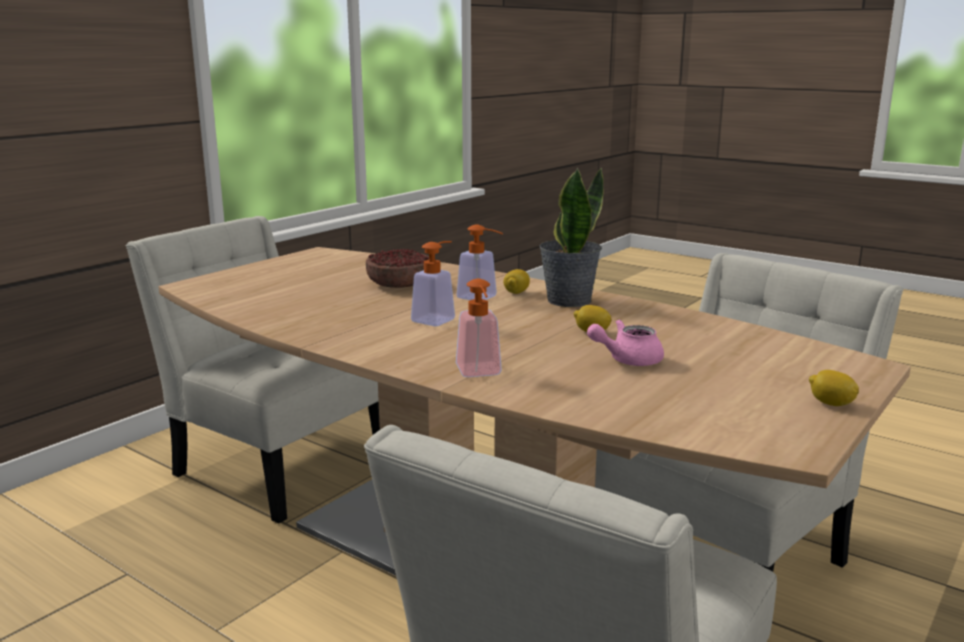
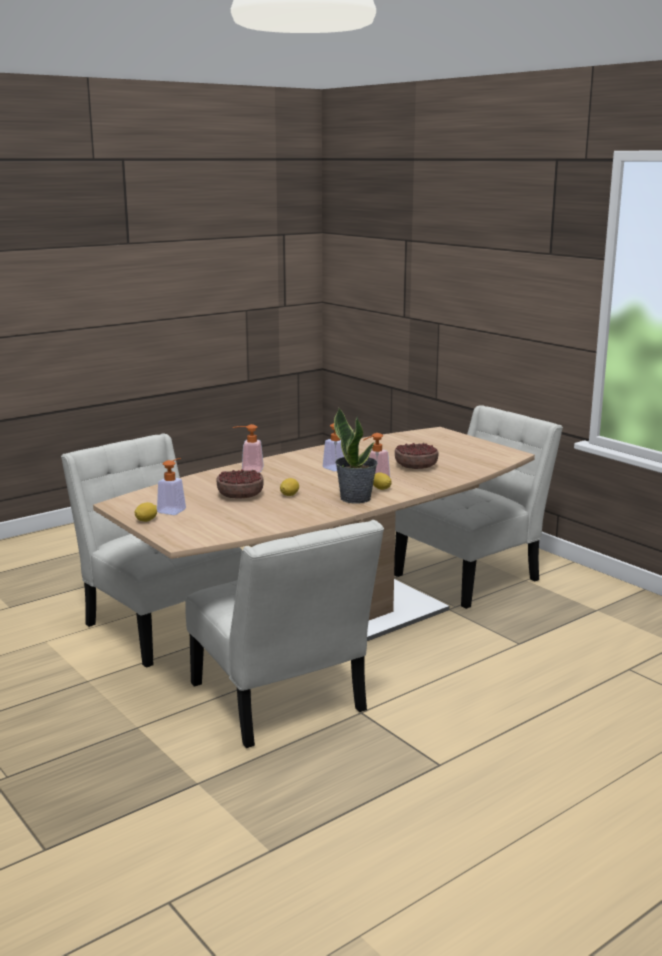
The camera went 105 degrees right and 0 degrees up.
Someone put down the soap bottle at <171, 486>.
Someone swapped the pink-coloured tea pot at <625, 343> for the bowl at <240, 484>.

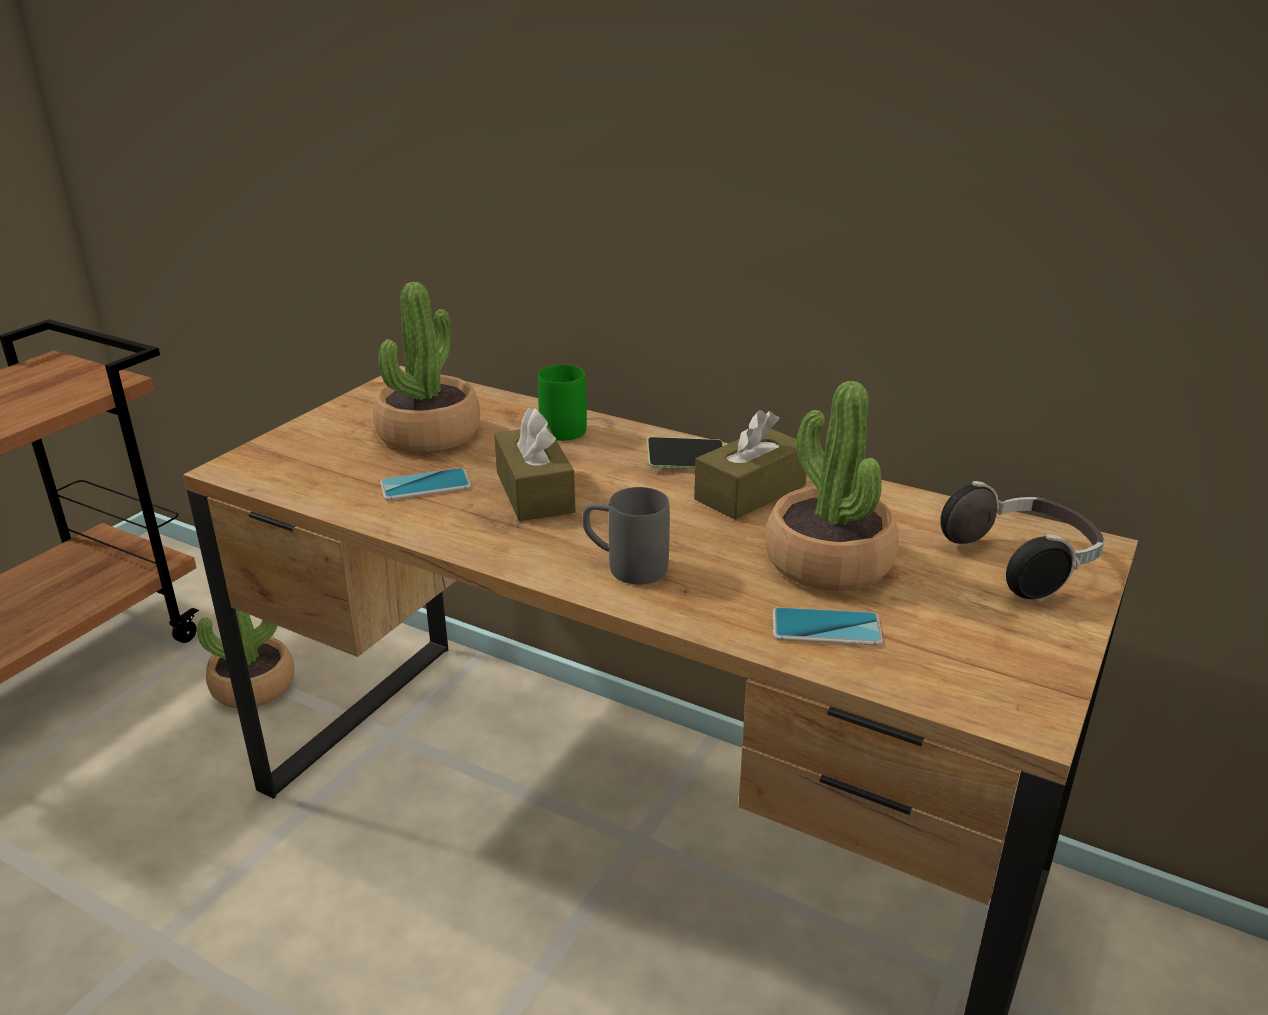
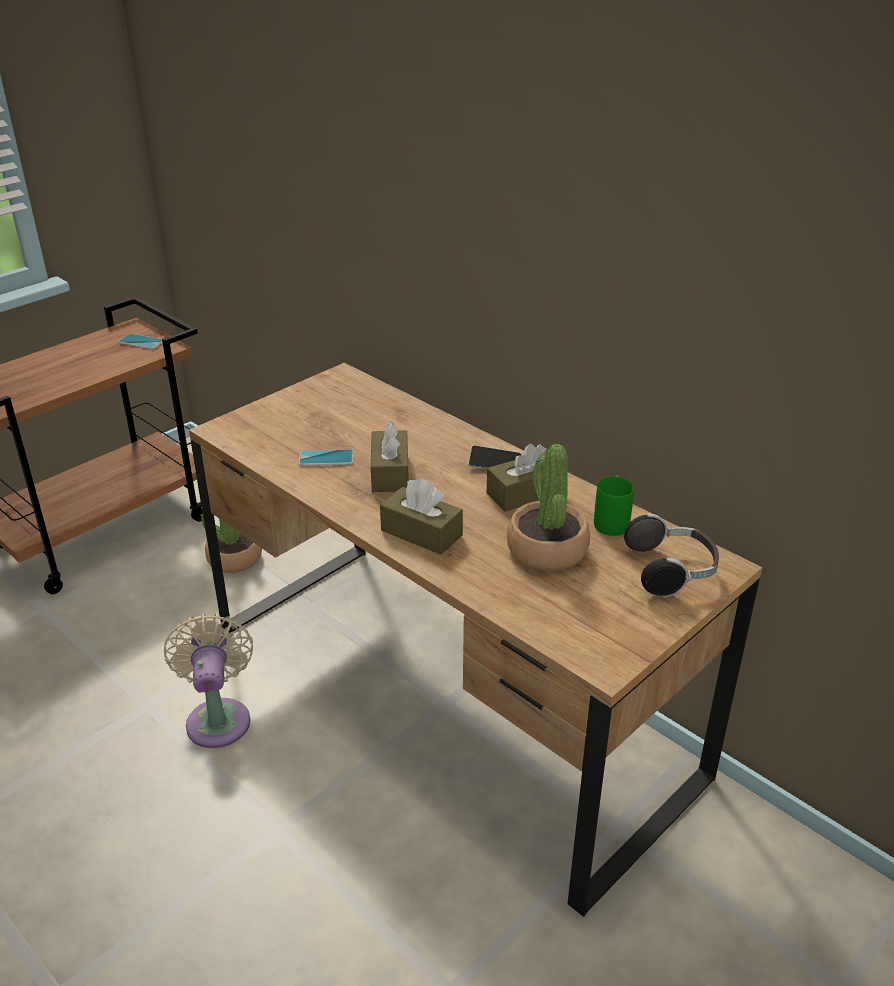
The camera went 15 degrees right and 5 degrees up.
Someone took away the houseplant at <426, 367>.
Someone put down the sand-coloured cooling fan at <208, 680>.
Someone carried the green-coloured coffee mug from <562, 403> to <614, 505>.
Someone carried the phone from <828, 626> to <140, 341>.
Someone swapped the gray coffee mug at <626, 535> for the brownish box of tissues at <421, 517>.

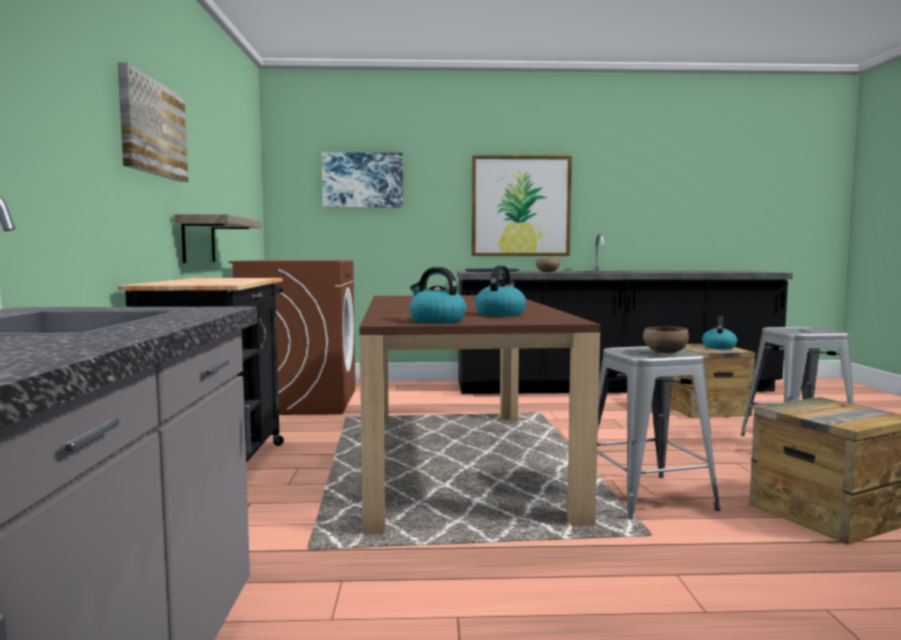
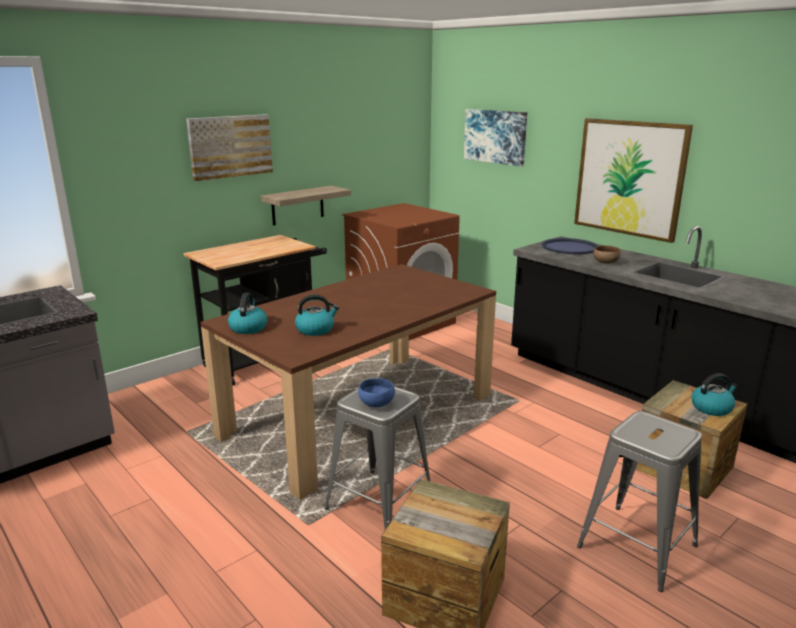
The camera went 50 degrees right and 15 degrees up.
Someone repainted the brownish bowl at <666, 339>, which became the bluish bowl at <376, 392>.

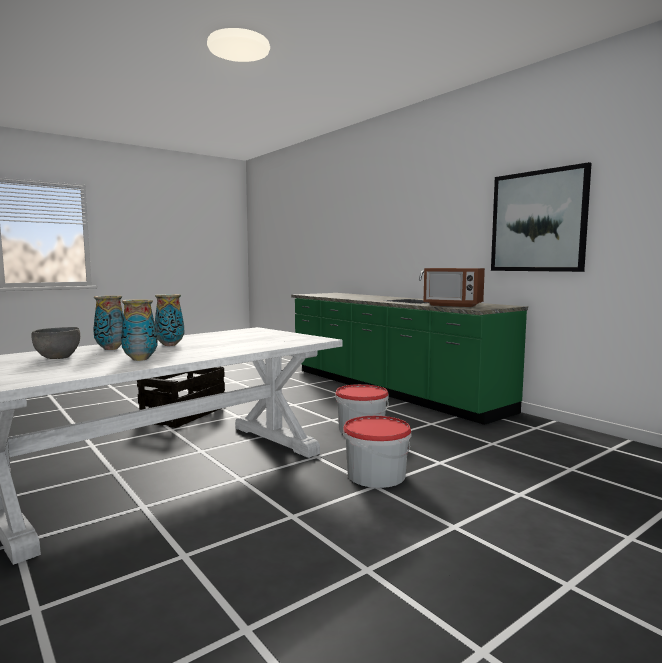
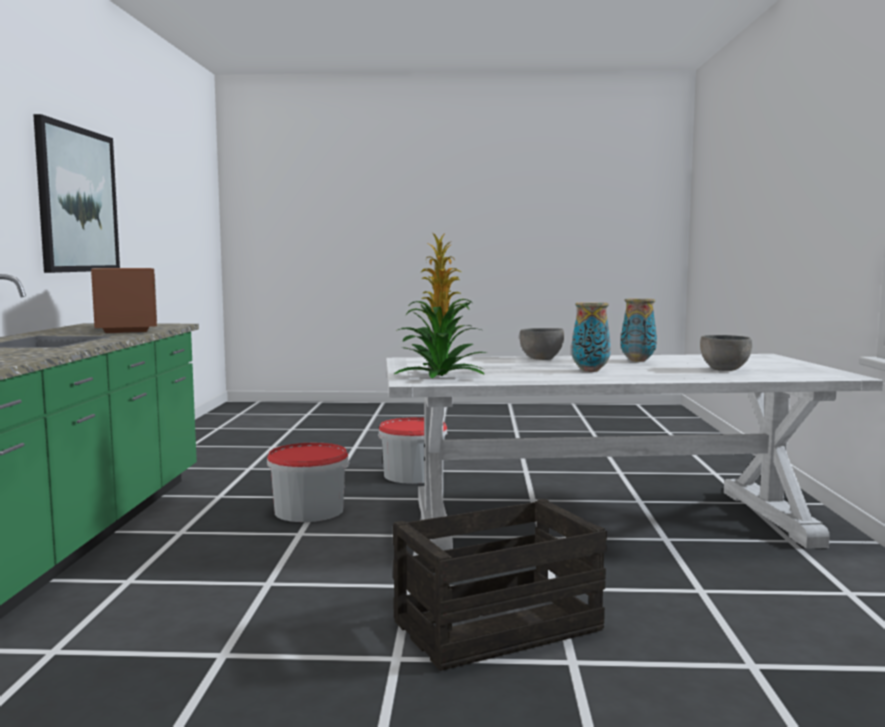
The camera went 140 degrees left and 0 degrees up.
Someone took away the vase at <108, 322>.
Someone put down the houseplant at <440, 306>.
Someone put down the gray bowl at <541, 344>.

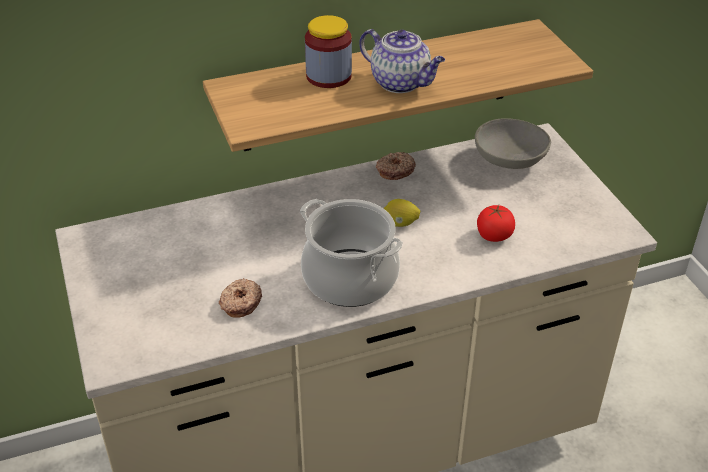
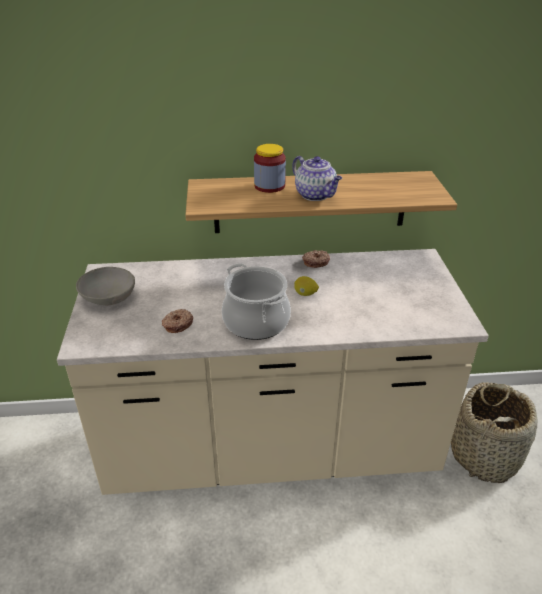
The camera went 15 degrees right and 5 degrees down.
Someone took away the fresh tomato at <496, 223>.
Someone put down the basket at <494, 432>.
Someone carried the gray bowl from <513, 143> to <105, 286>.

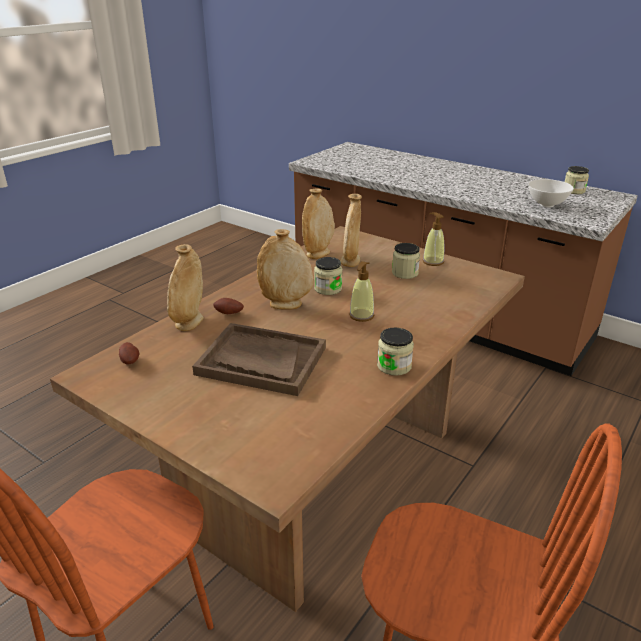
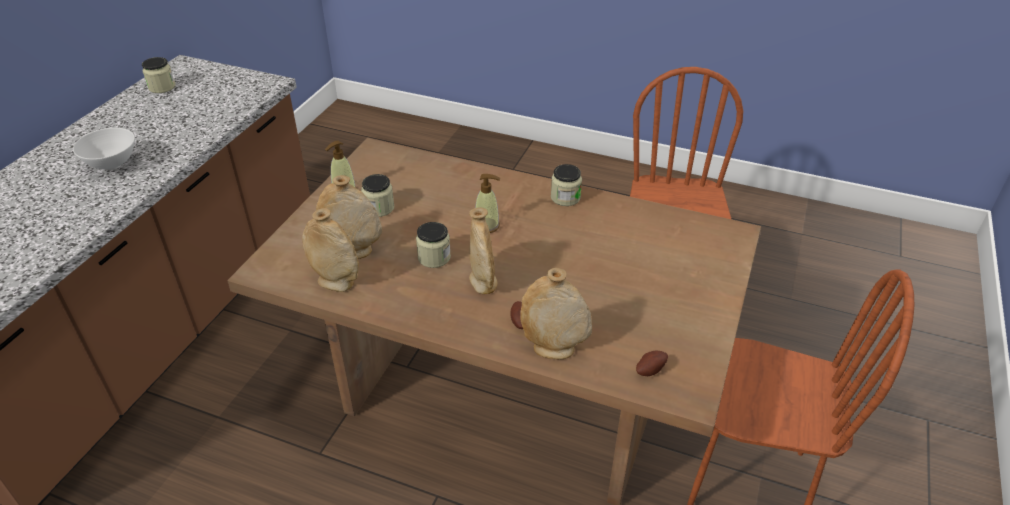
The camera went 105 degrees left and 10 degrees up.
Someone took away the brownish tray at <259, 359>.
Someone carried the whitish bowl from <551, 193> to <104, 149>.

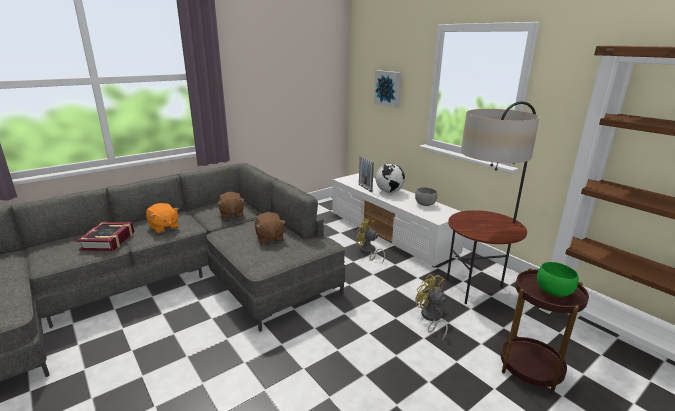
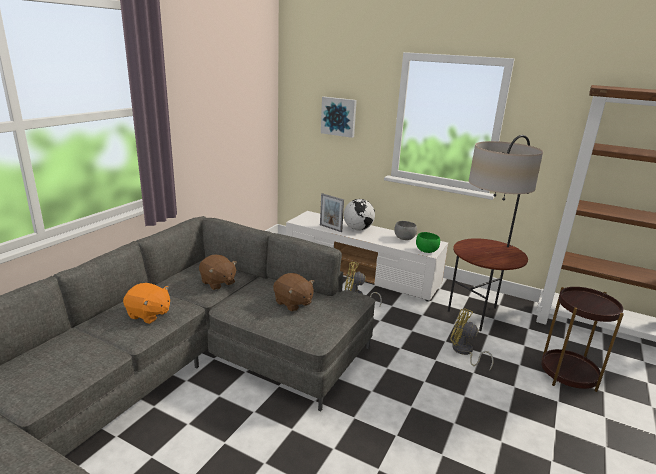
The camera went 25 degrees left and 0 degrees up.
Someone took away the volume at <105, 236>.
Someone carried the green-coloured bowl from <558, 279> to <428, 242>.

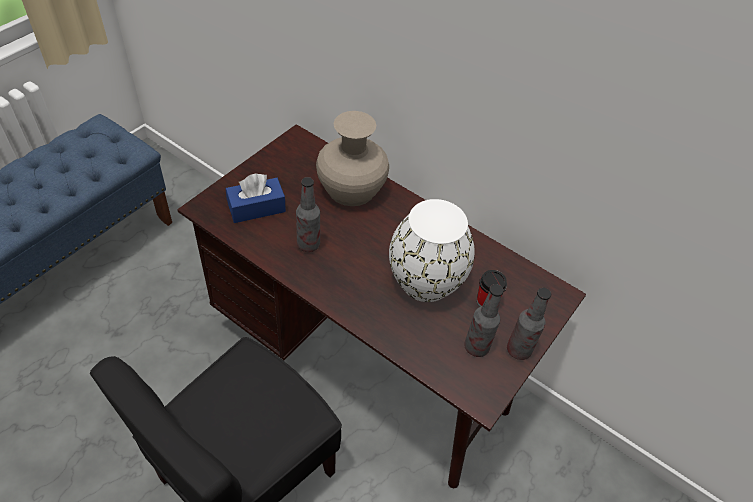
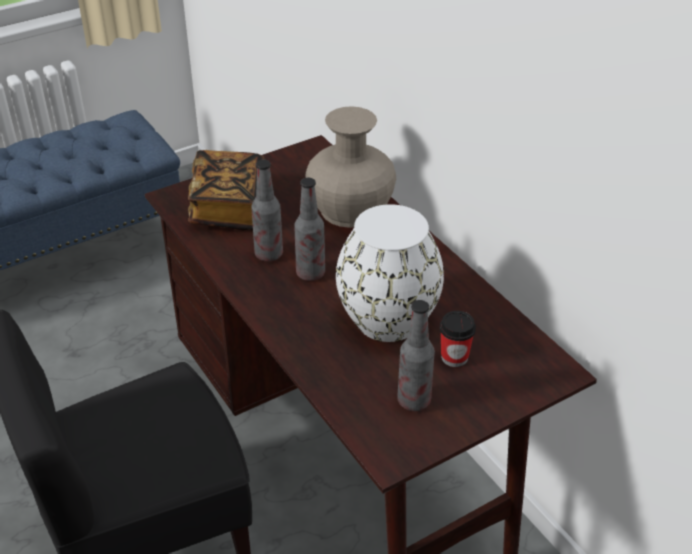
The camera went 25 degrees right and 10 degrees down.
Someone carried the beverage bottle from <529, 324> to <309, 229>.
Someone swapped the bluish box of tissues at <256, 198> for the volume at <227, 190>.

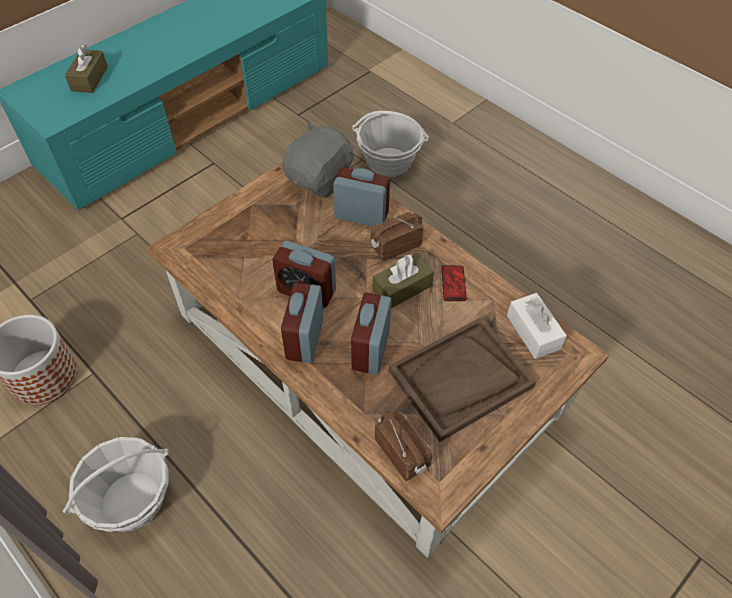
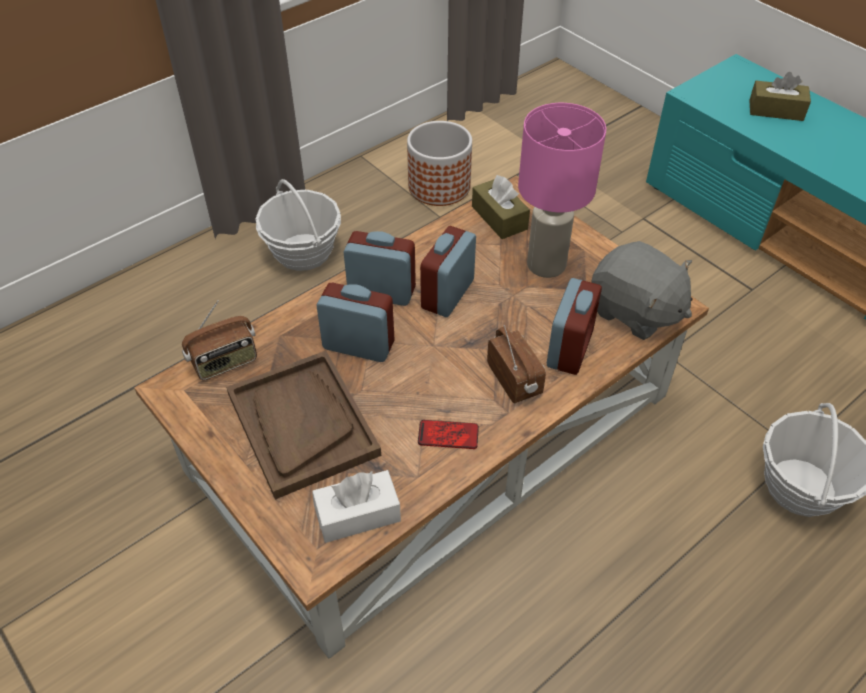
The camera went 95 degrees right and 5 degrees down.
Someone put down the pink-coloured lamp for a table at <562, 190>.
Someone carried the brownish box of tissues from <403, 280> to <501, 207>.

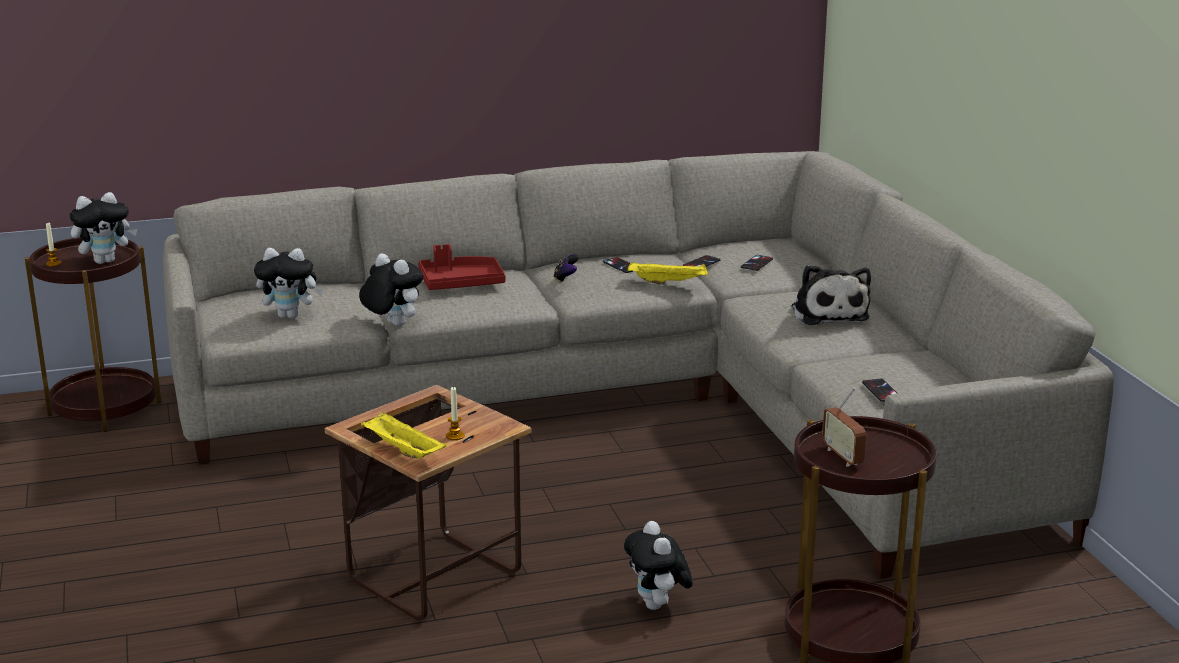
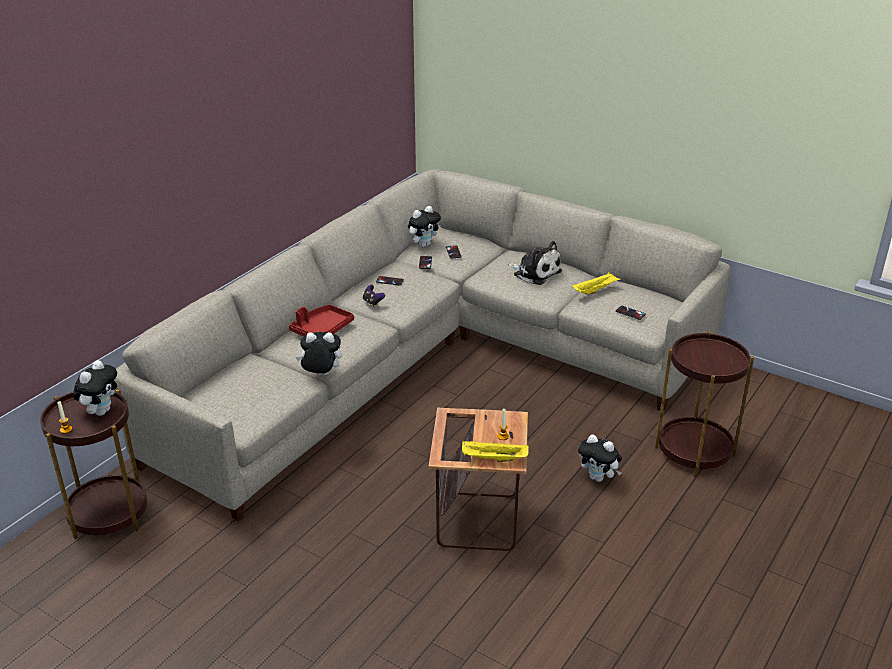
The camera went 40 degrees left and 10 degrees up.
Someone took away the radio receiver at <844, 427>.
Someone carried the plush toy from <288, 283> to <424, 226>.
Someone carried the yellow-coloured tray from <668, 273> to <596, 283>.

